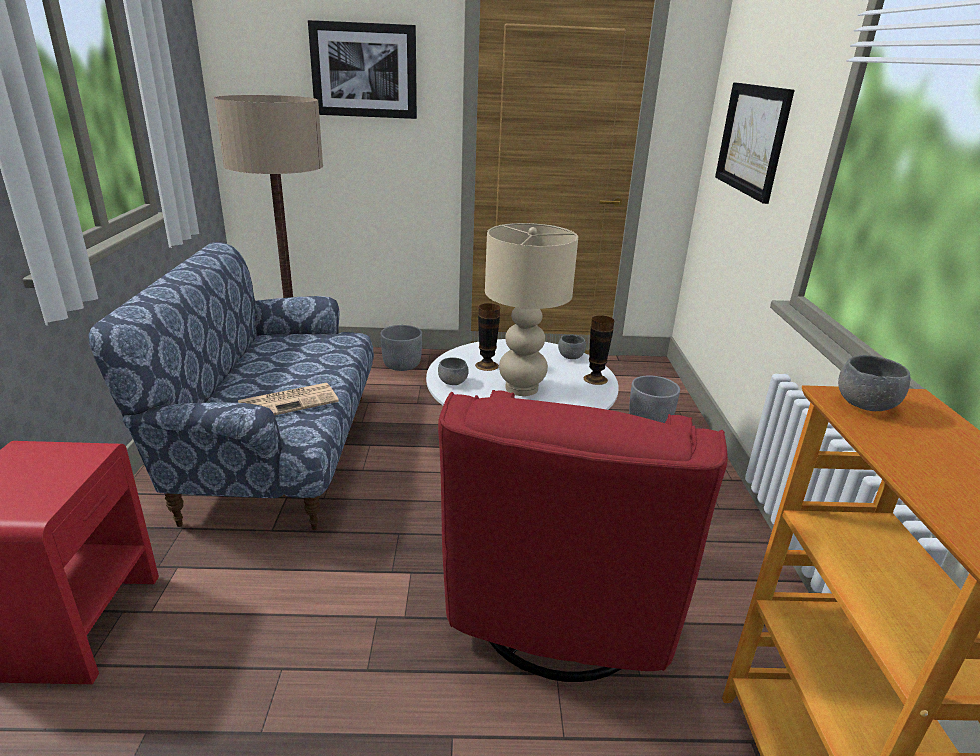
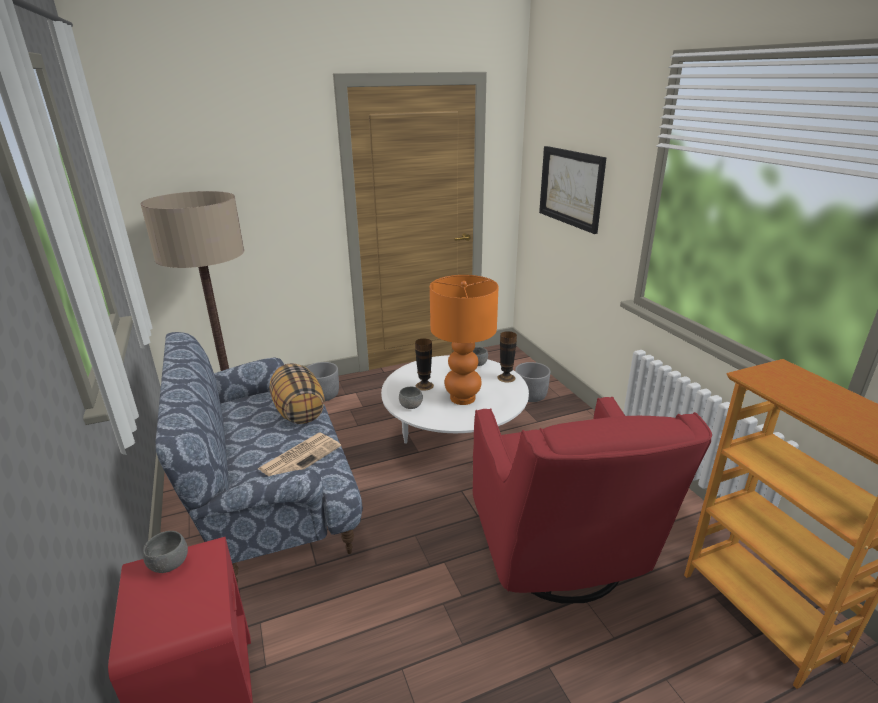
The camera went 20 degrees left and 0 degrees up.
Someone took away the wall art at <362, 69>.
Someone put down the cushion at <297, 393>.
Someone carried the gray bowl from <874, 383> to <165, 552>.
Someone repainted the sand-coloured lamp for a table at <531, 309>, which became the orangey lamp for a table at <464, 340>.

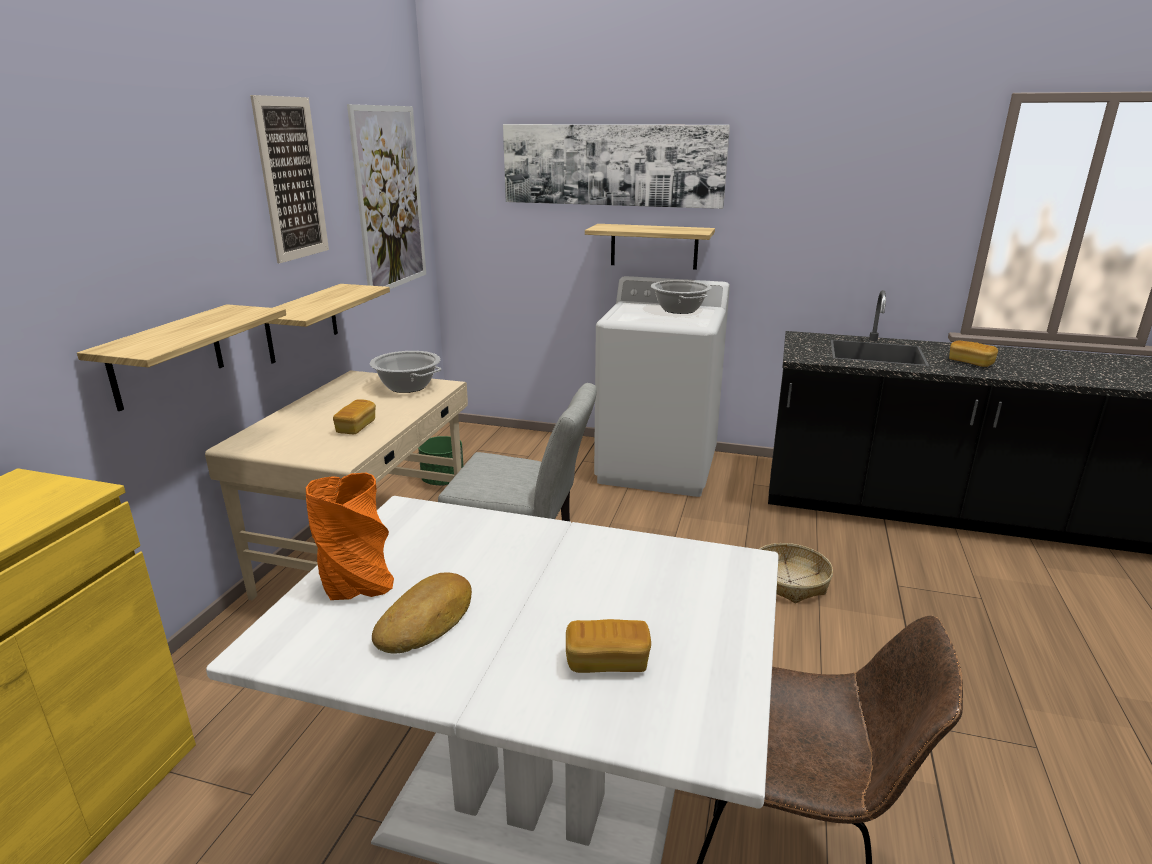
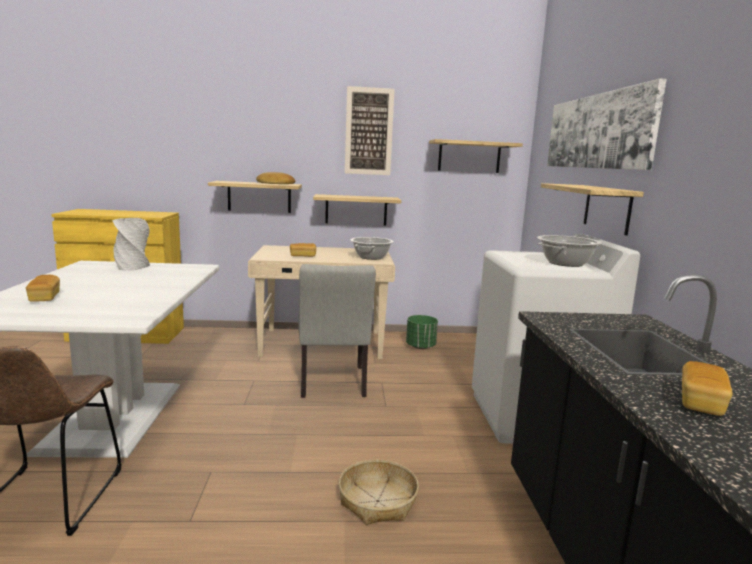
The camera went 70 degrees right and 10 degrees down.
Someone carried the baked bread from <422, 613> to <275, 178>.
Someone swapped the wall art at <386, 196> for the wall shelf at <476, 156>.
Someone repainted the orangey vase at <350, 536>, which became the gray vase at <131, 244>.

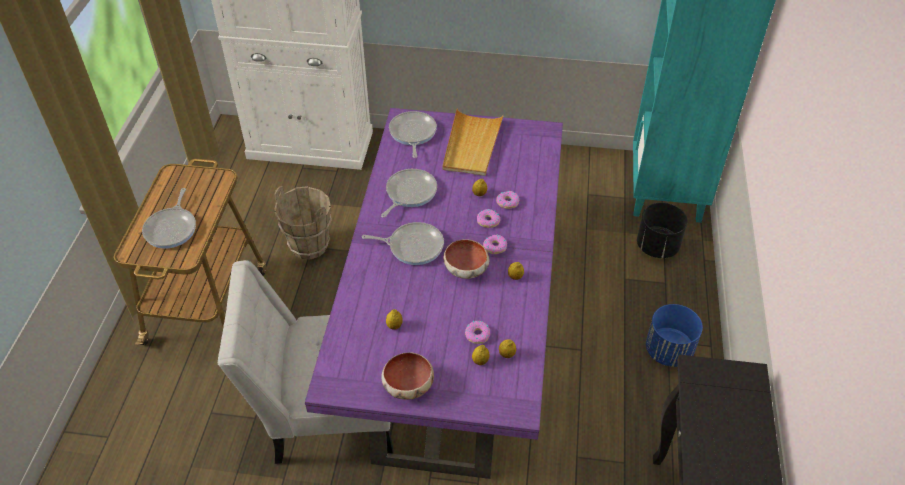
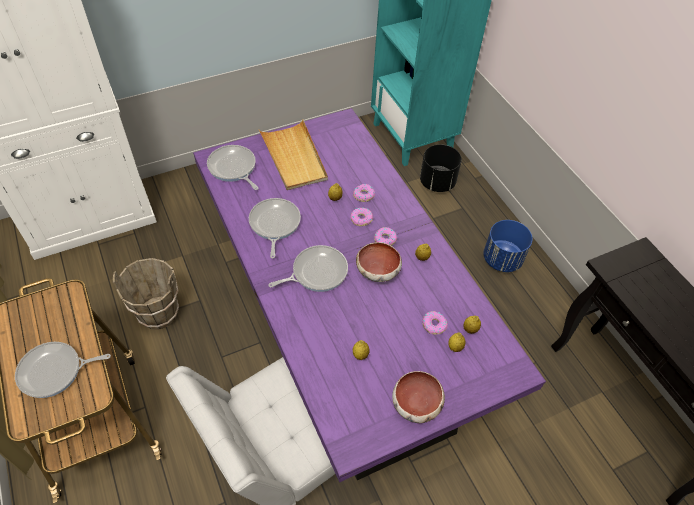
The camera went 35 degrees left and 5 degrees up.
Someone rotated the frying pan at <169, 218> by 105 degrees clockwise.

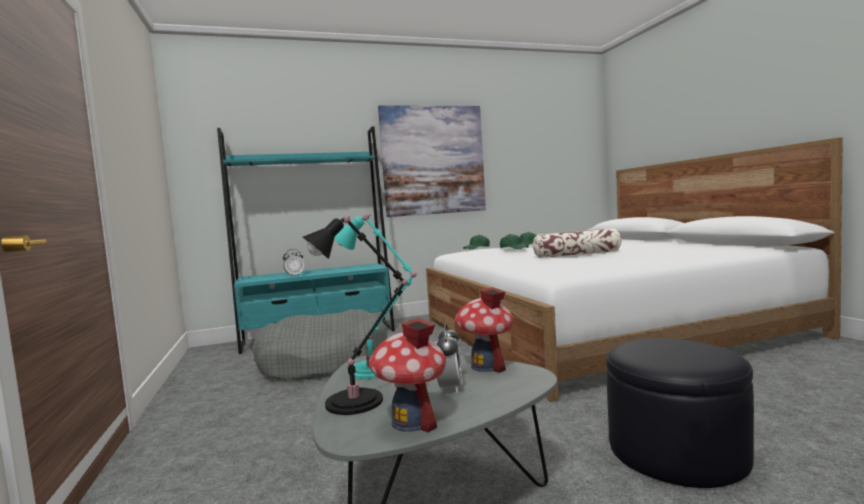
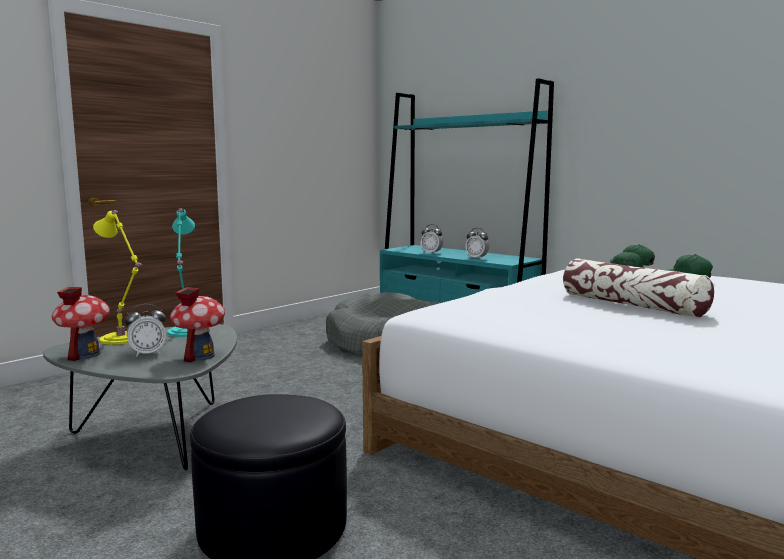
The camera went 60 degrees right and 5 degrees up.
Someone took away the wall art at <432, 161>.
Someone put down the alarm clock at <477, 243>.
Someone repainted the blackish lamp for a table at <355, 315>, which became the yellow-coloured lamp for a table at <118, 277>.

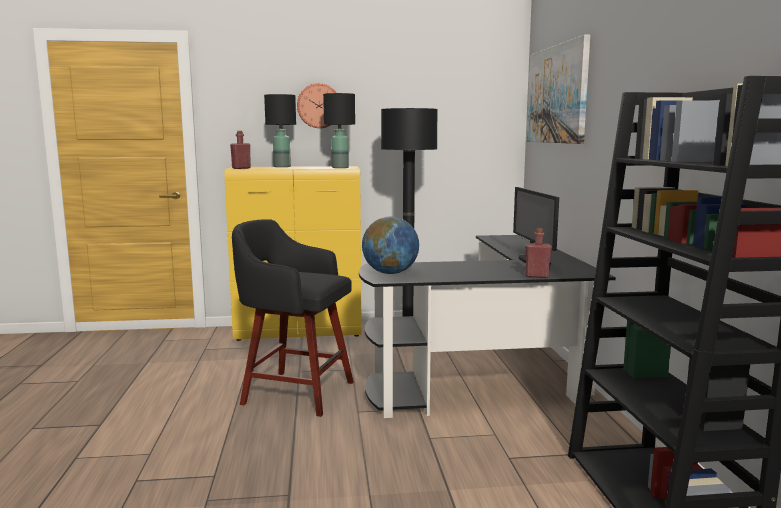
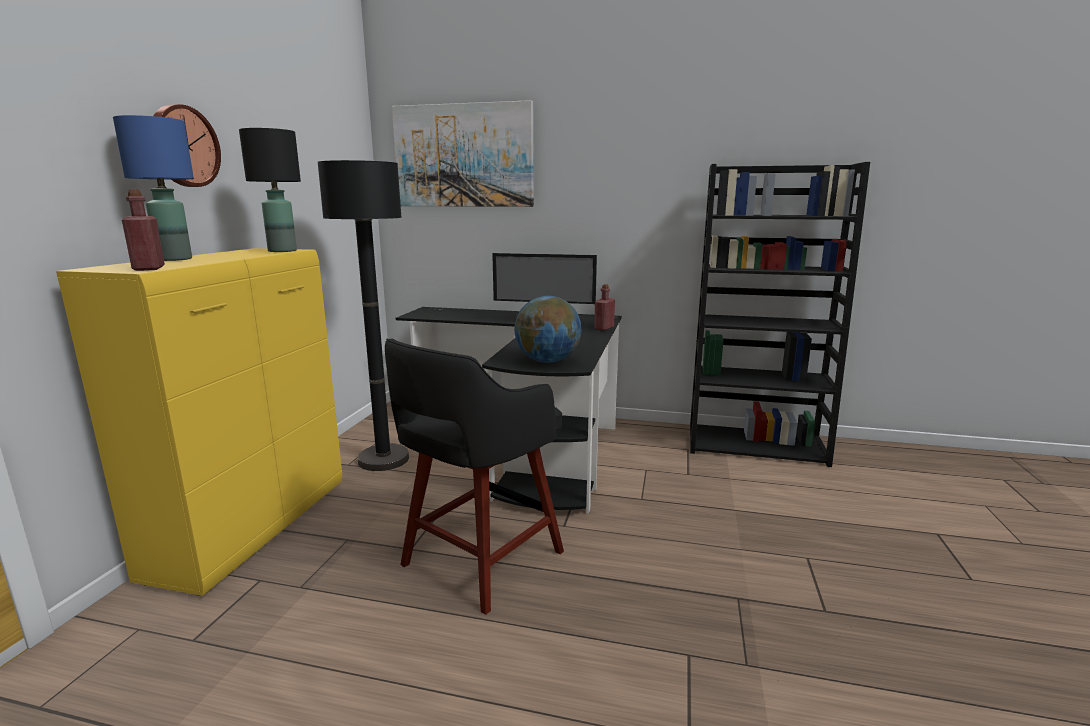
The camera went 70 degrees left and 5 degrees up.
Someone repainted the blackish lamp for a table at <280, 130>, which became the bluish lamp for a table at <153, 188>.

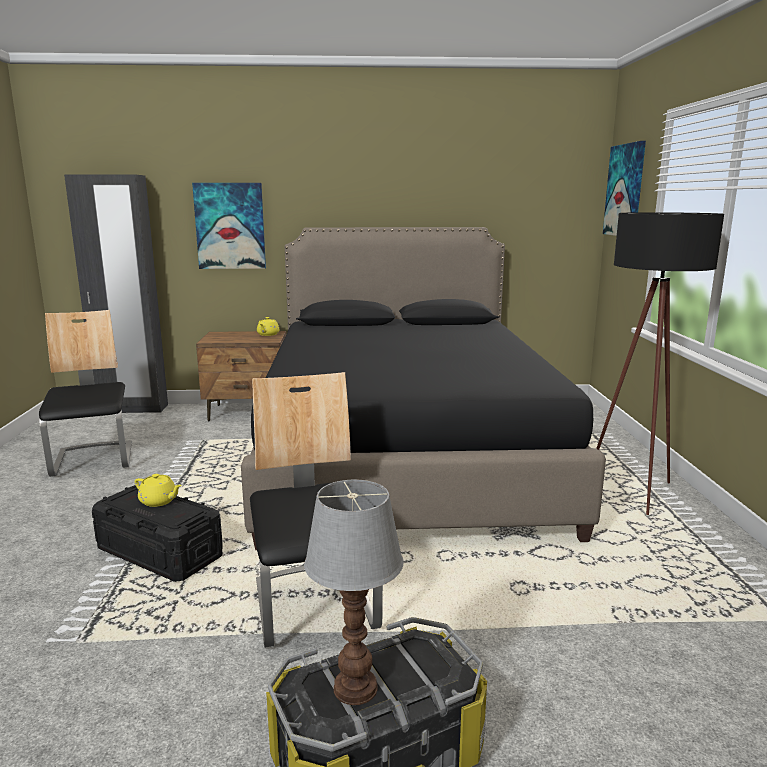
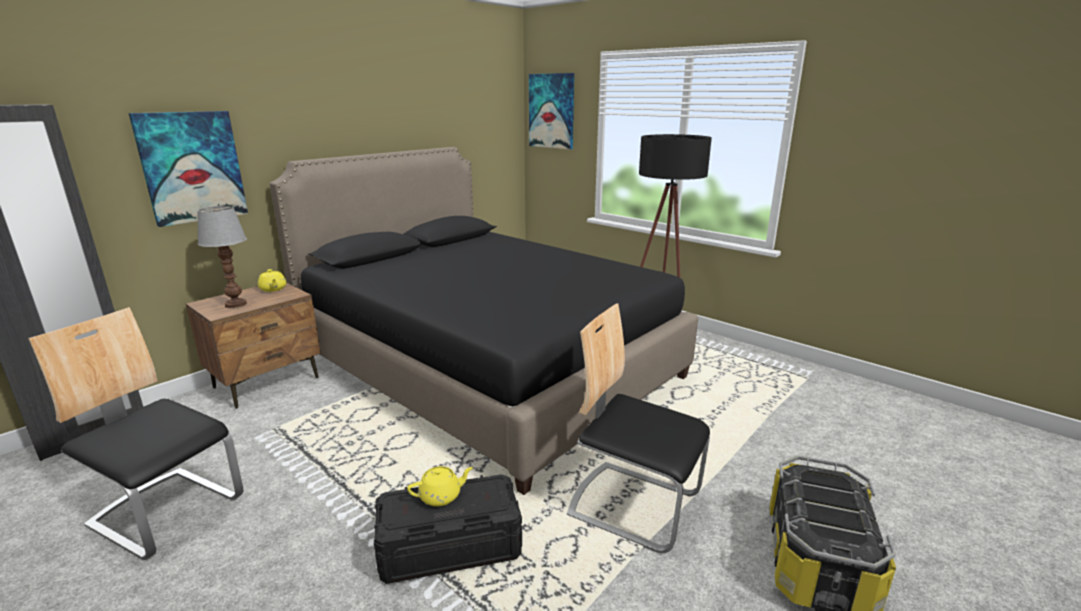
The camera went 45 degrees left and 5 degrees up.
Someone carried the lamp for a table from <353, 592> to <222, 257>.

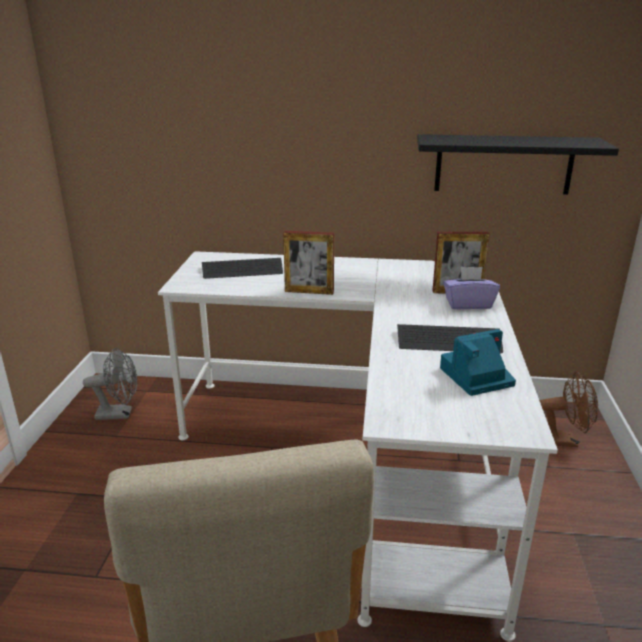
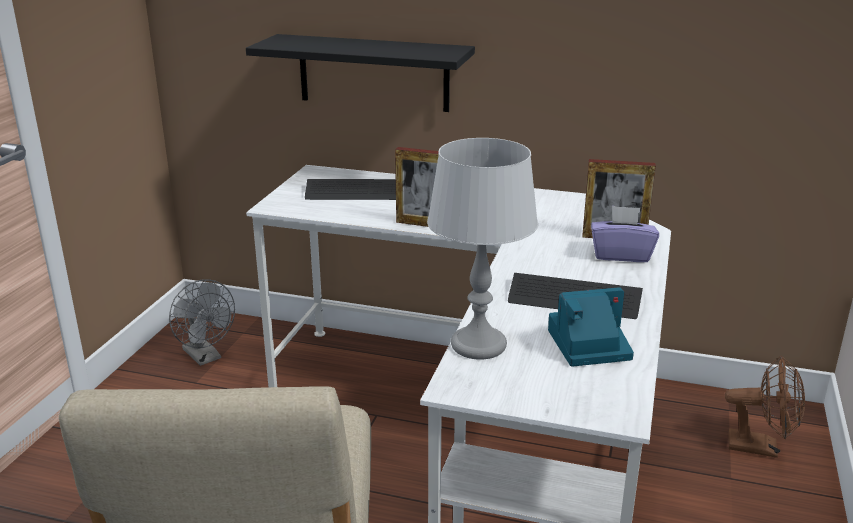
The camera went 10 degrees right and 0 degrees up.
Someone put down the gray lamp for a table at <482, 248>.
Someone carried the blackish wall shelf from <518, 164> to <360, 73>.
Someone rotated the gray cooling fan at <110, 384> by 45 degrees clockwise.

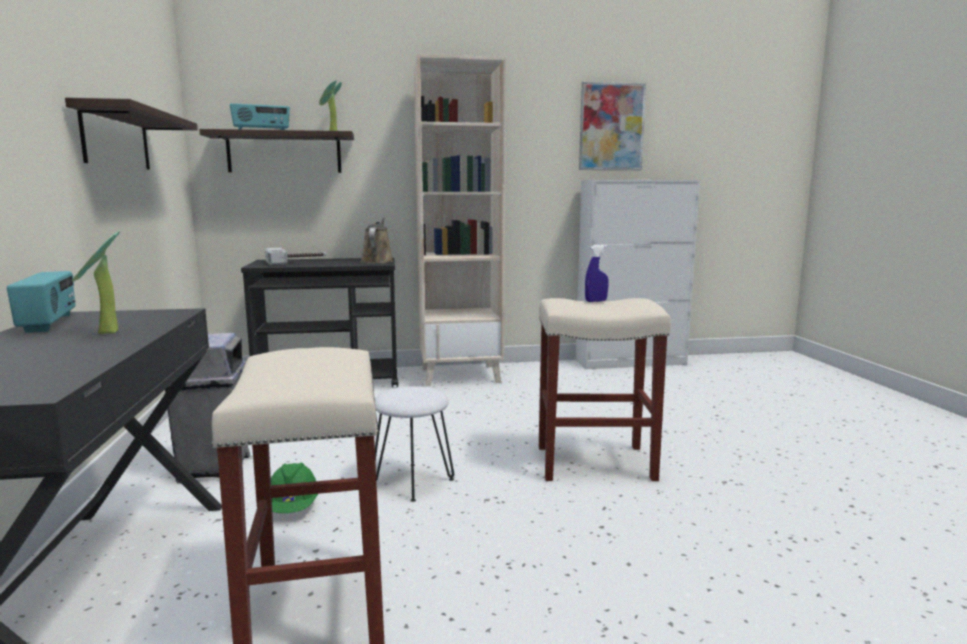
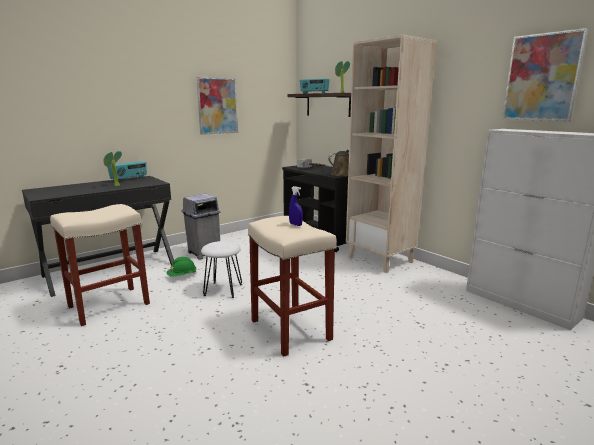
The camera went 60 degrees right and 5 degrees up.
Someone swapped the wall shelf at <131, 133> for the wall art at <217, 106>.

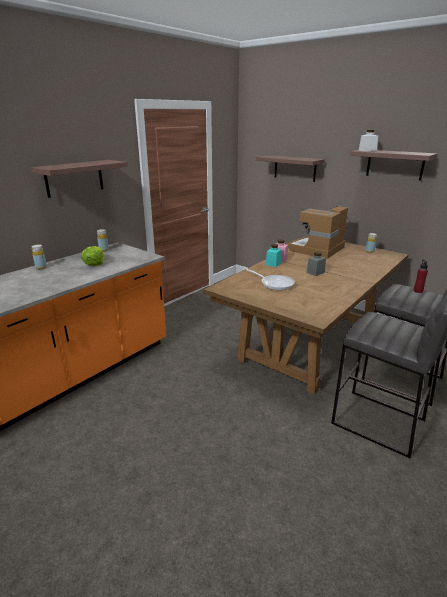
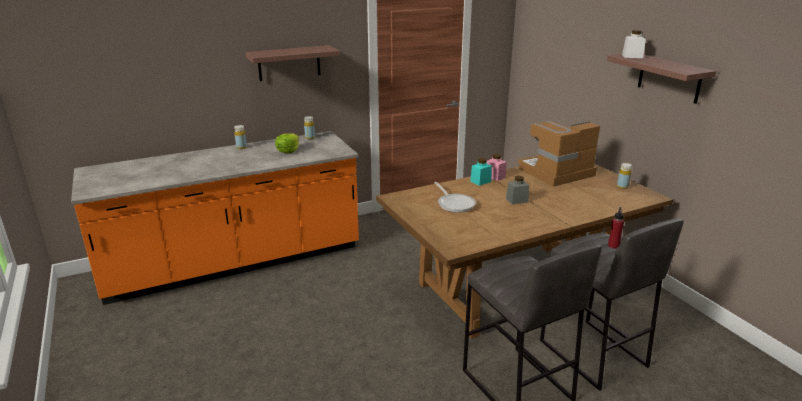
The camera went 25 degrees right and 0 degrees up.
Someone took away the wall shelf at <290, 168>.

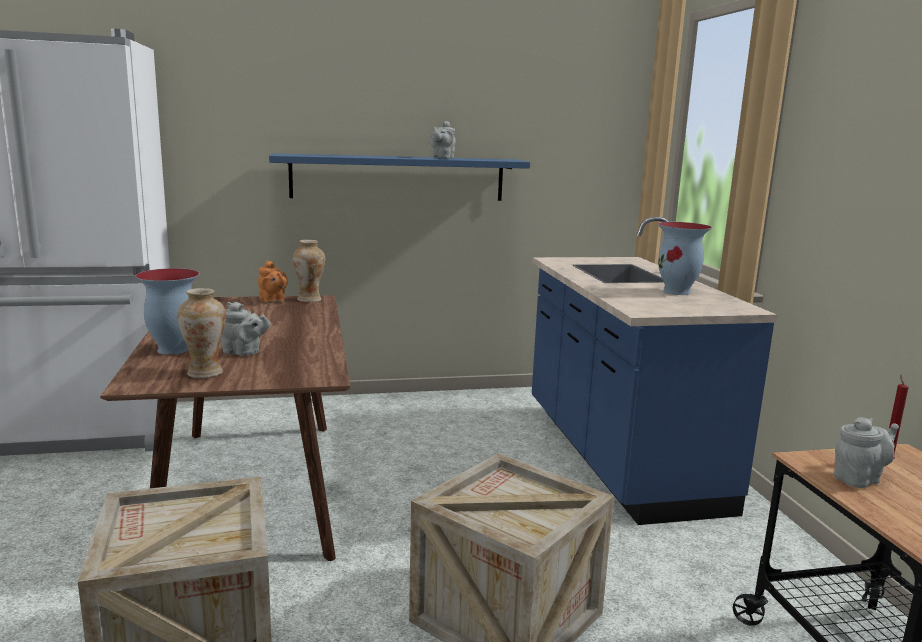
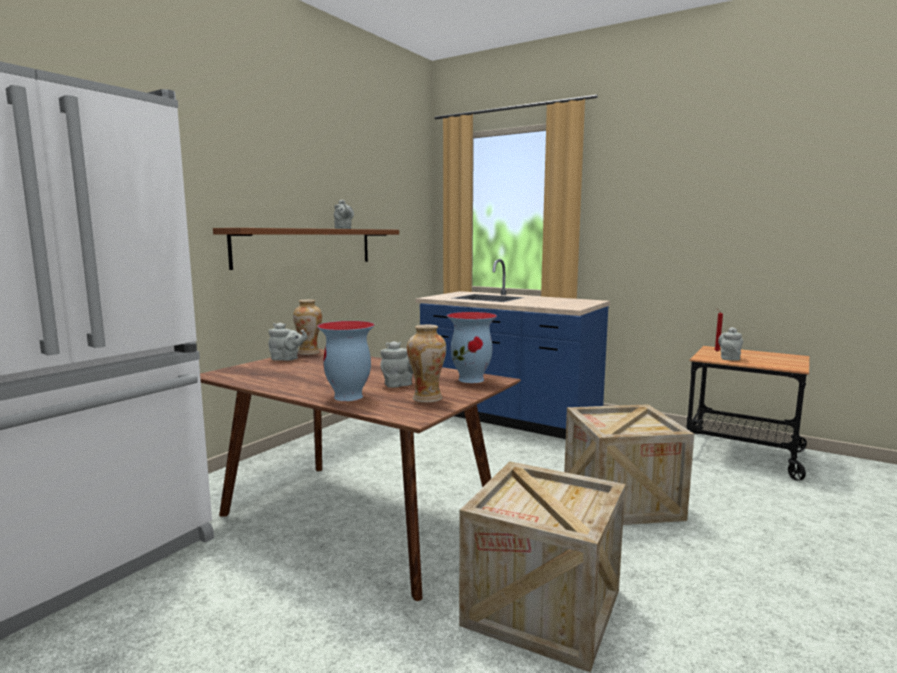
The camera went 45 degrees left and 5 degrees down.
Someone carried the vase from <685, 258> to <472, 347>.
Someone repainted the orangey tea pot at <273, 282>, which became the gray tea pot at <288, 342>.
Someone repainted the bluish wall shelf at <399, 177>, which became the brownish wall shelf at <306, 249>.

